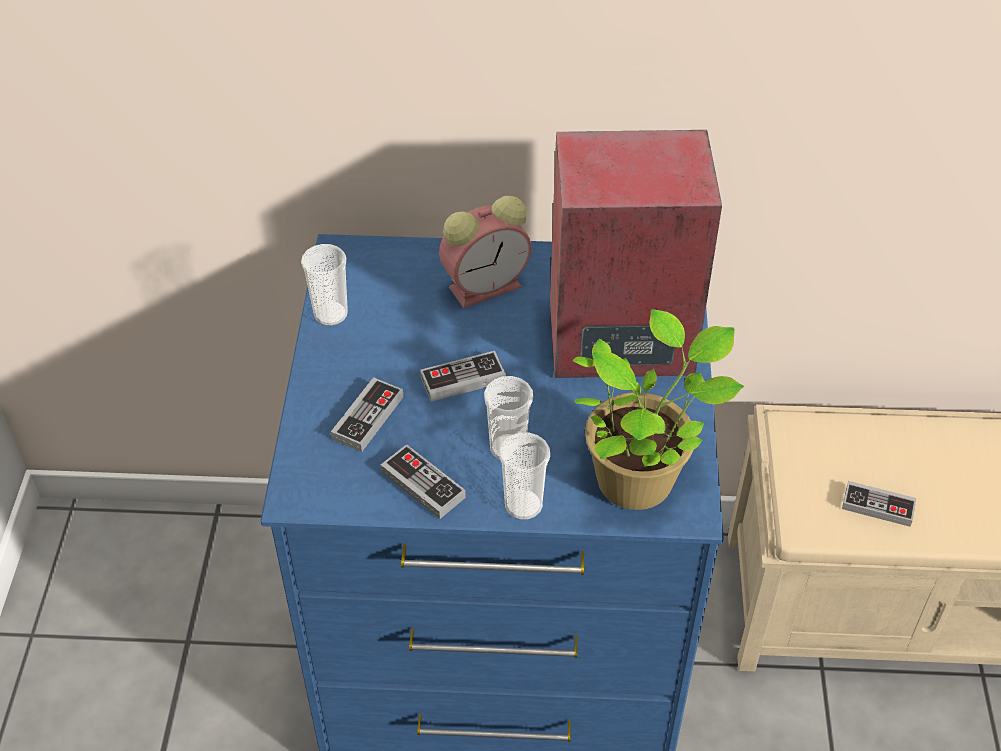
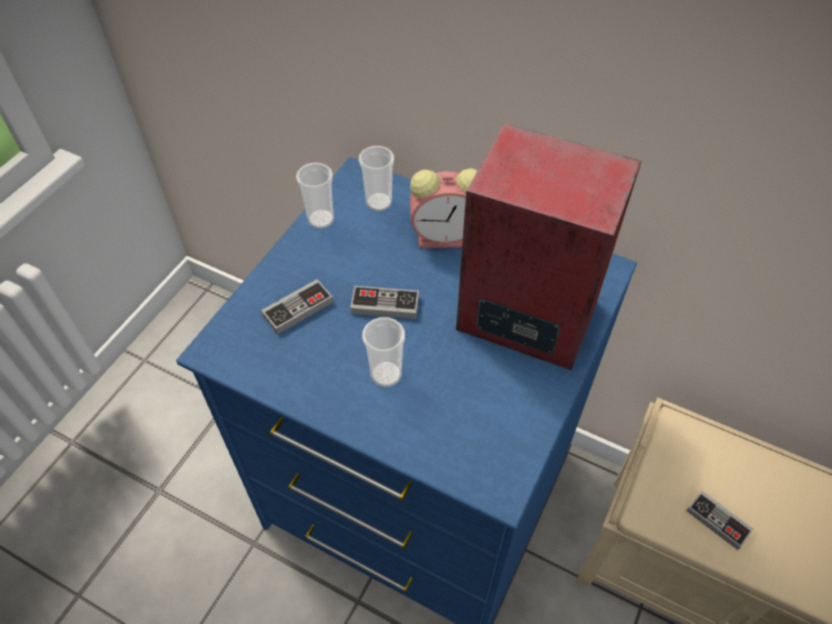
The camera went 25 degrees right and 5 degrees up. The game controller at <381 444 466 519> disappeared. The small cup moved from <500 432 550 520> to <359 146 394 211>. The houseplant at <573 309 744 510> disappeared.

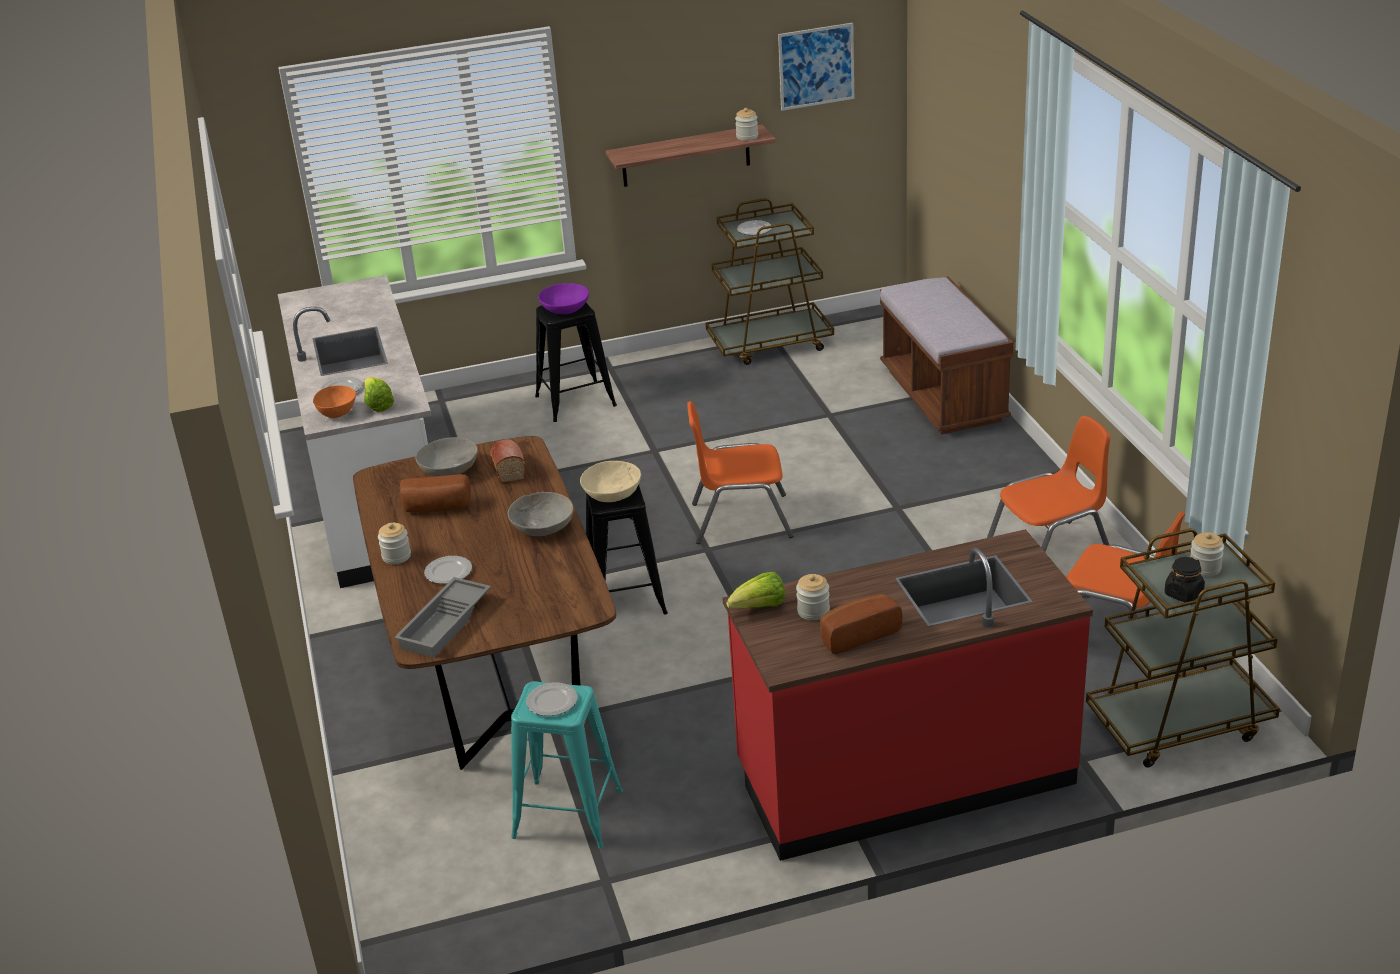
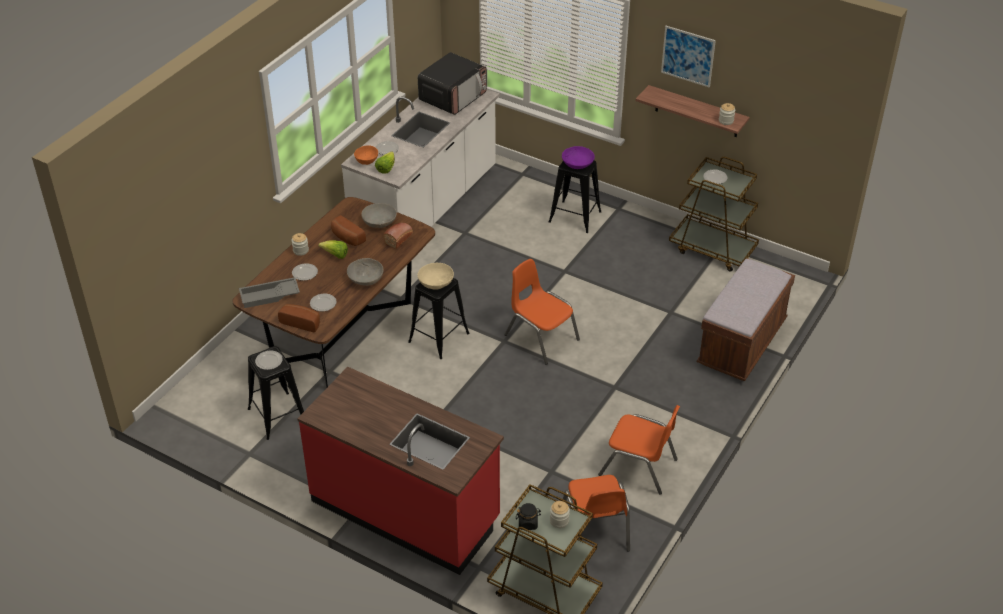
The camera went 45 degrees right and 10 degrees up. The blue-green stool seat at <511 681 623 848> became the black stool seat at <248 346 304 440>. The head of lettuce moved from <726 572 785 609> to <318 240 348 259>. The picture moved from <778 23 854 111> to <661 26 716 87>. The storage jar at <796 574 830 620> disappeared. The bread moved from <820 594 902 654> to <278 304 320 332>. The plate at <310 294 337 311> appeared. The microwave at <418 52 487 115> appeared.

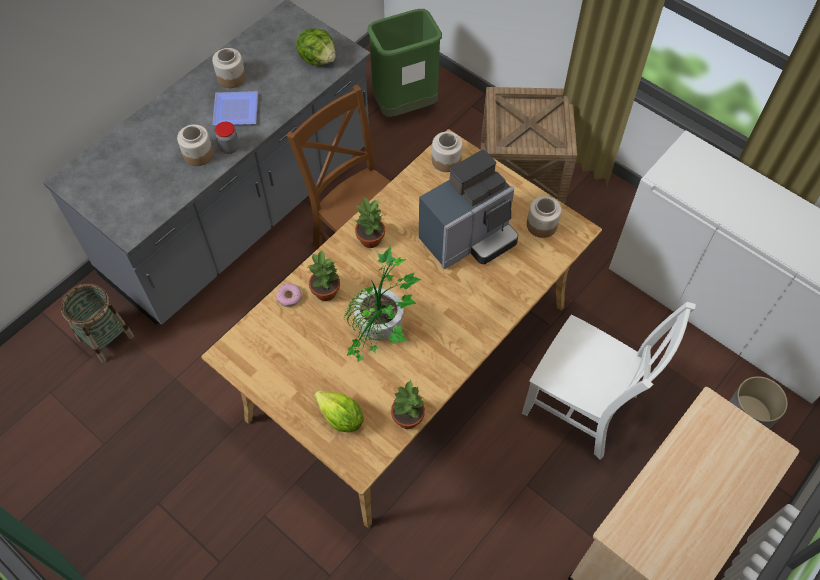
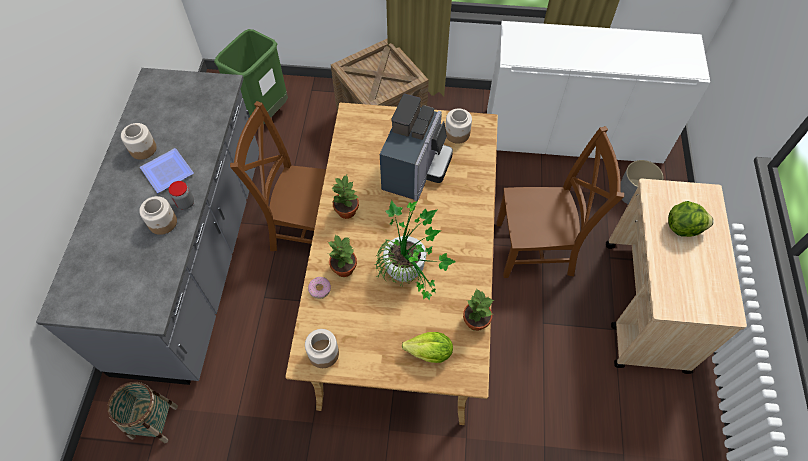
The camera went 35 degrees left and 0 degrees up. The head of lettuce moved from <296 28 336 66> to <668 201 714 237>. The storage jar moved from <432 132 462 172> to <305 329 339 368>. The white-coloured chair at <522 302 696 460> became the brownish chair at <496 126 624 278>.

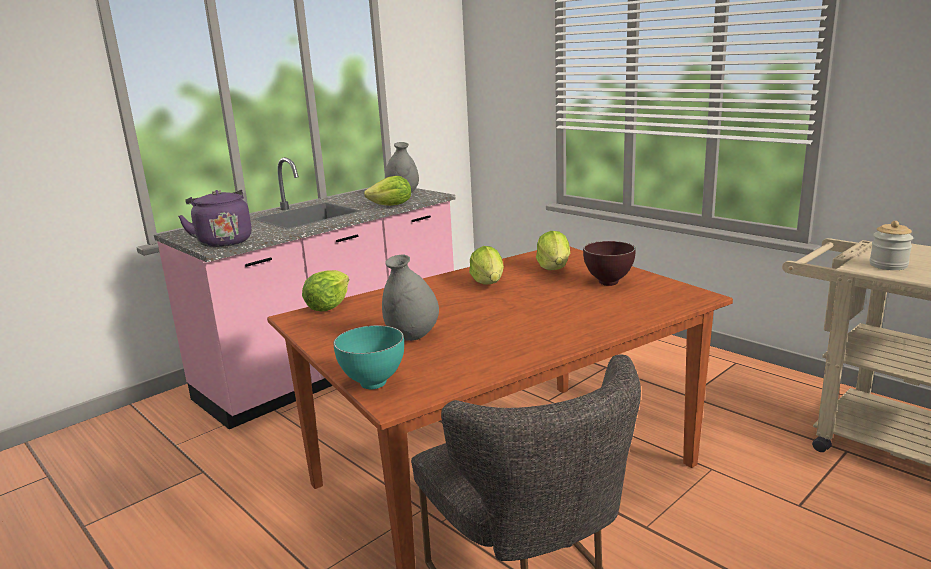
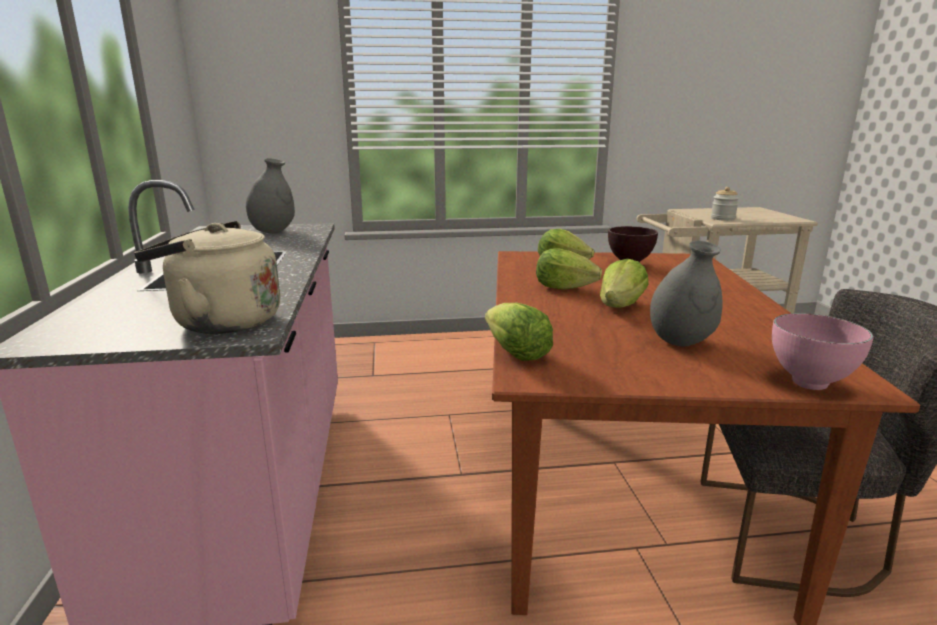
The camera went 55 degrees left and 0 degrees up. The purple-coloured kettle at <178 190 252 247> became the beige kettle at <134 221 280 334>. The blue-green deep dish at <333 325 404 389> became the pink-coloured deep dish at <772 313 874 390>. The head of lettuce moved from <364 176 411 206> to <600 259 649 307>.

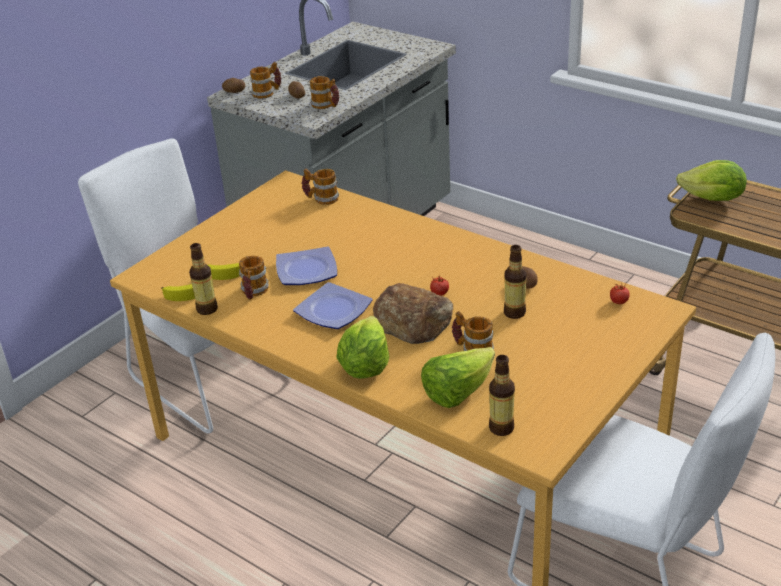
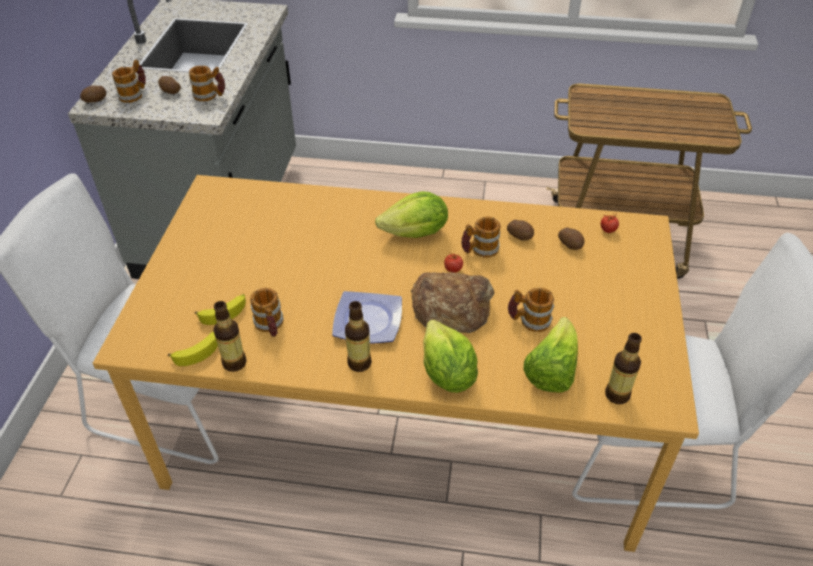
The camera went 30 degrees left and 10 degrees up. The plate at <276 247 337 285> disappeared. The mug moved from <301 169 339 205> to <461 217 501 258>. The beverage bottle moved from <504 245 527 319> to <345 301 372 372>. The head of lettuce moved from <676 160 747 201> to <375 191 448 238>. The potato at <558 228 585 250> appeared.

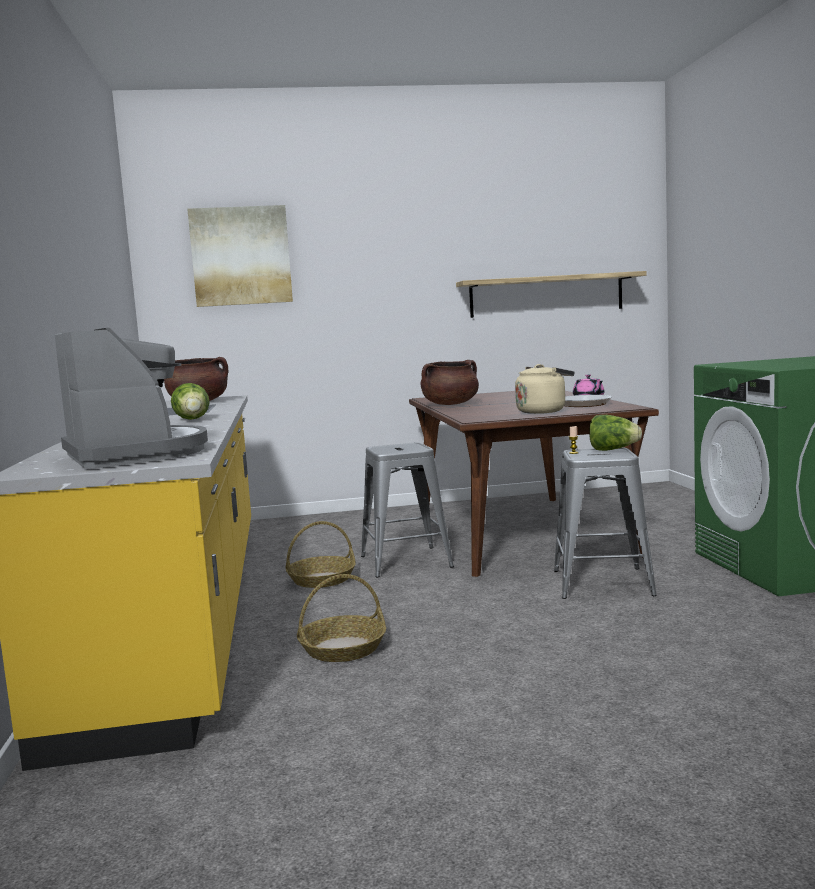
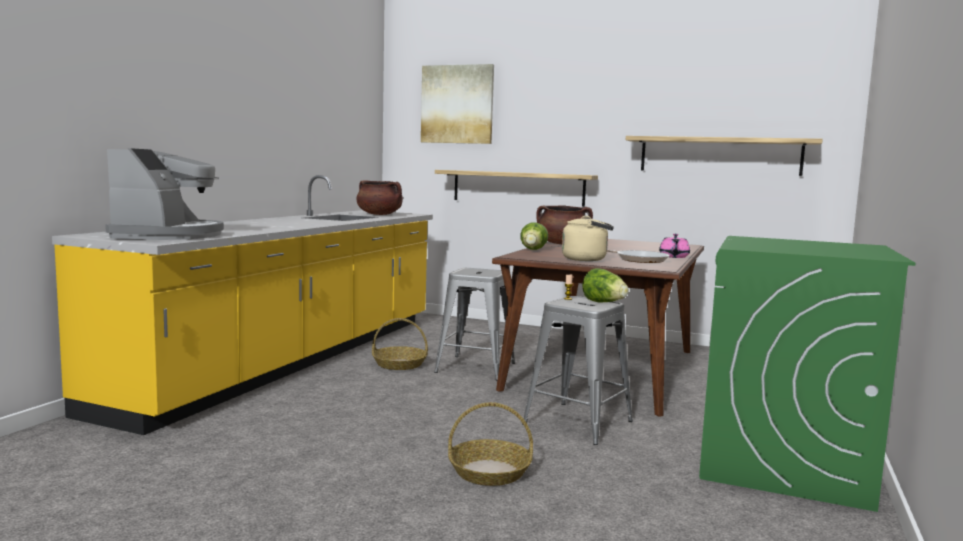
The camera went 30 degrees right and 0 degrees up. The head of lettuce moved from <171 383 210 420> to <520 222 548 250>. The basket moved from <297 574 386 662> to <448 402 533 486>. The shelf at <435 170 598 207> appeared.

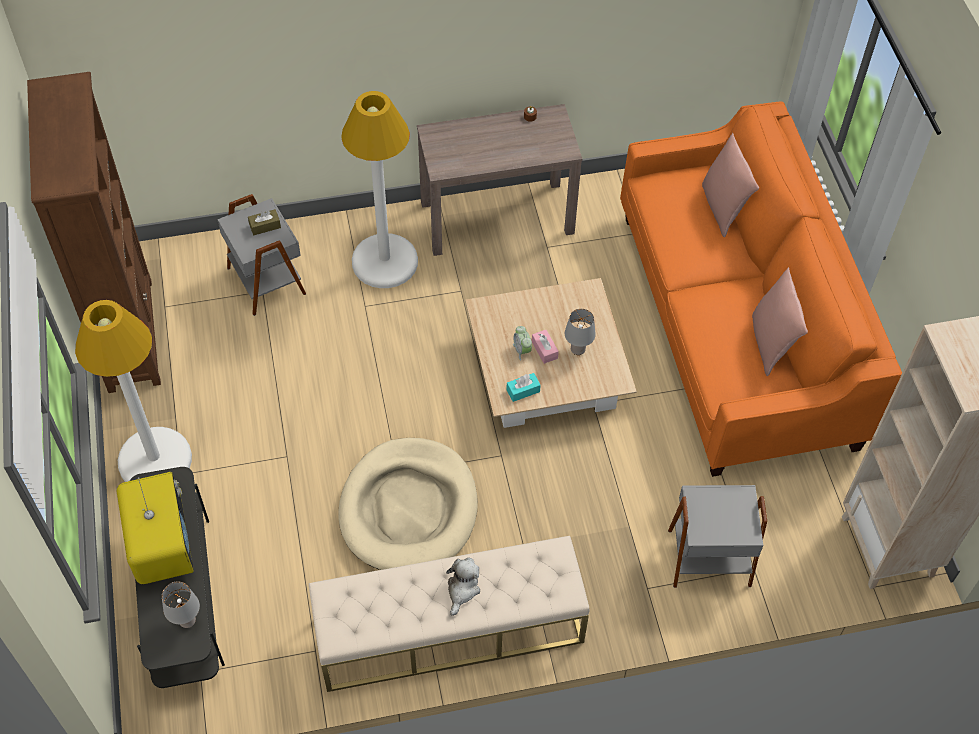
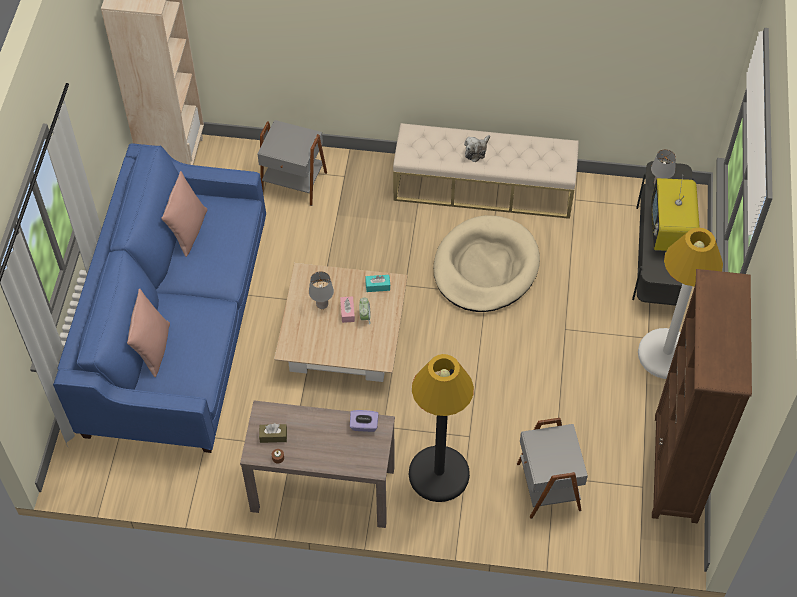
The camera went 160 degrees left and 0 degrees up. The brownish box of tissues moved from <248 209 281 235> to <259 423 287 443>. The white-coloured standing lamp at <341 91 418 288> became the black standing lamp at <409 354 474 502>. The orangey settee at <620 101 902 477> became the bluish settee at <53 143 266 453>. The purple-coloured box of tissues at <350 410 379 432> appeared.

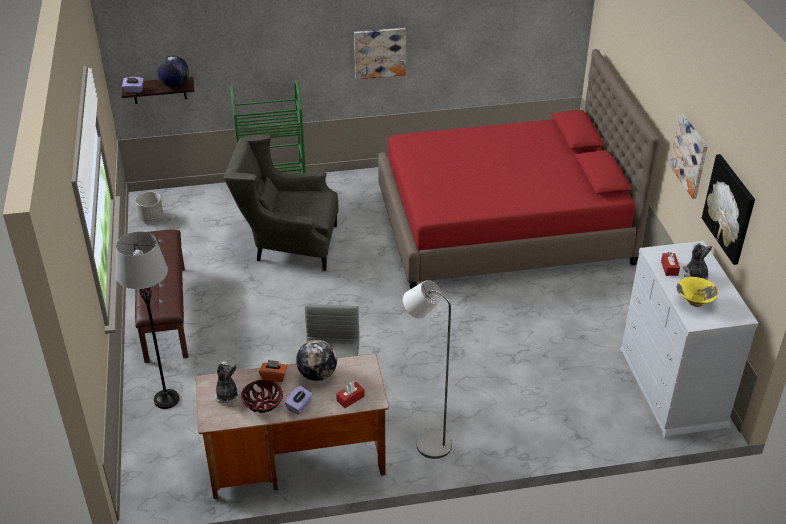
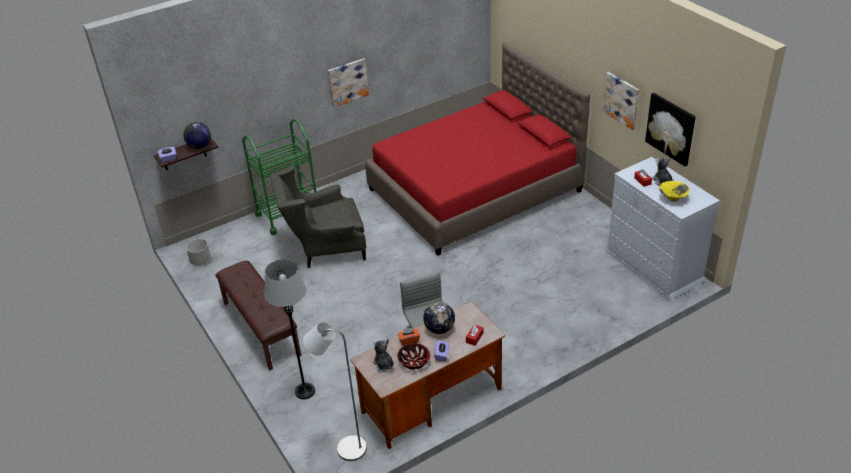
The camera went 20 degrees left and 0 degrees up. The grey standing lamp moved from <403 280 452 459> to <303 322 367 461>.

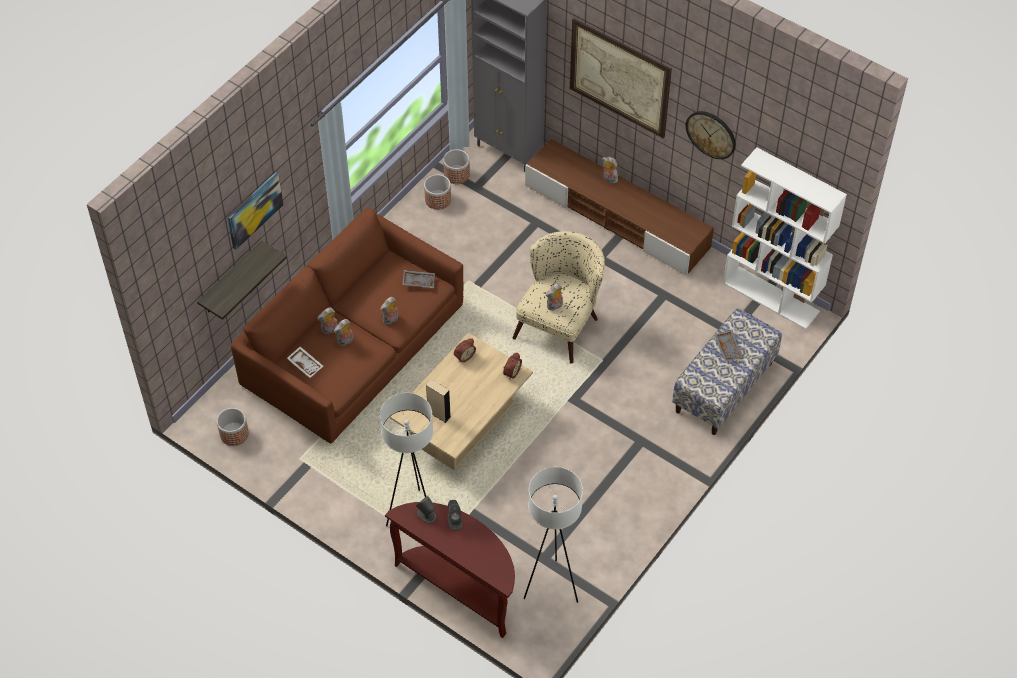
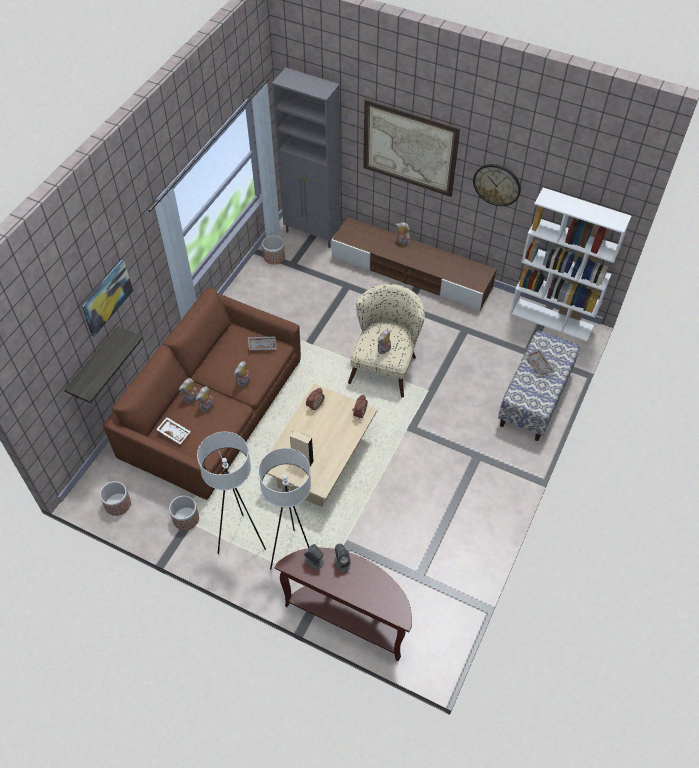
The camera went 10 degrees left and 0 degrees up. The planter moved from <424 174 451 210> to <169 496 199 530>. The white-coloured standing lamp moved from <523 467 583 603> to <197 432 266 554>.

